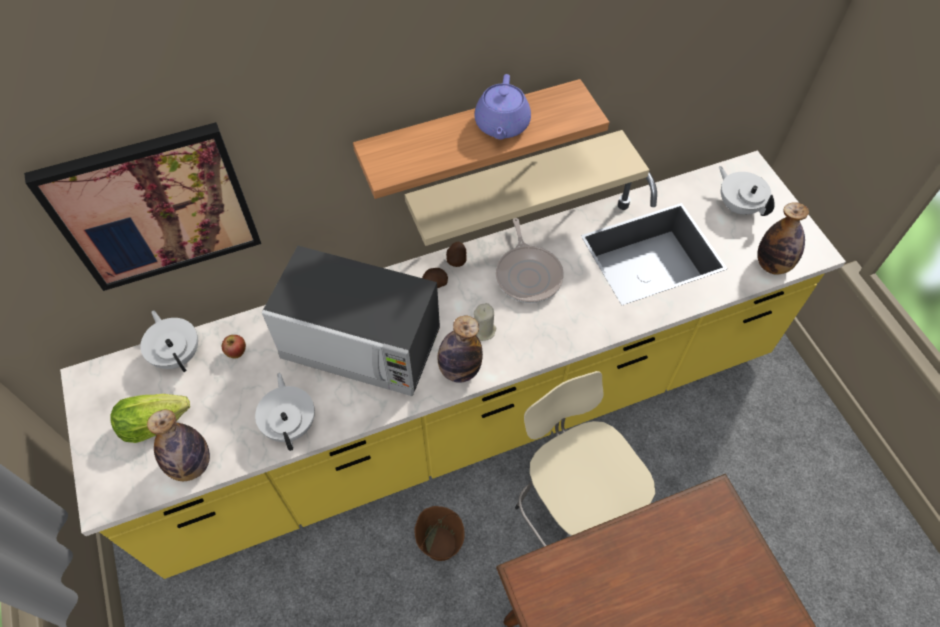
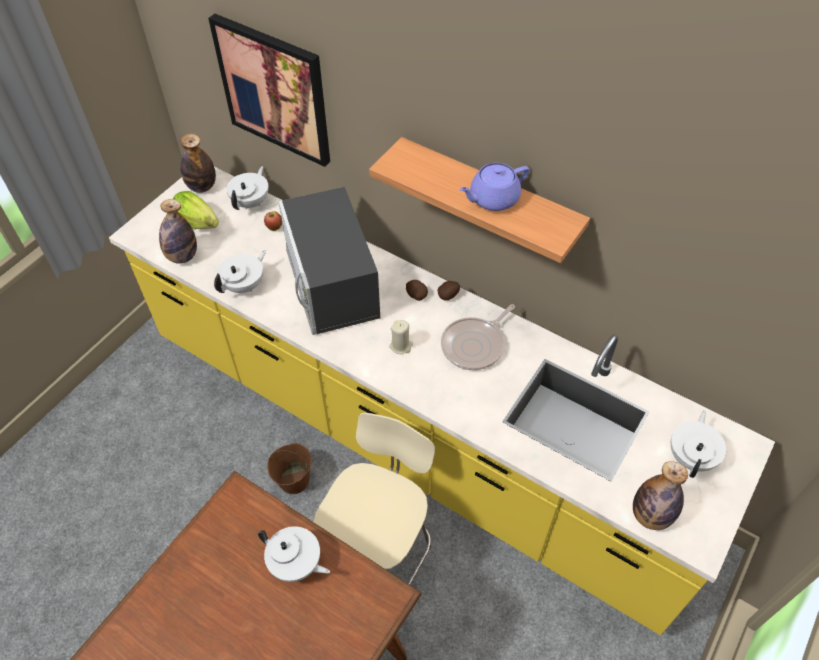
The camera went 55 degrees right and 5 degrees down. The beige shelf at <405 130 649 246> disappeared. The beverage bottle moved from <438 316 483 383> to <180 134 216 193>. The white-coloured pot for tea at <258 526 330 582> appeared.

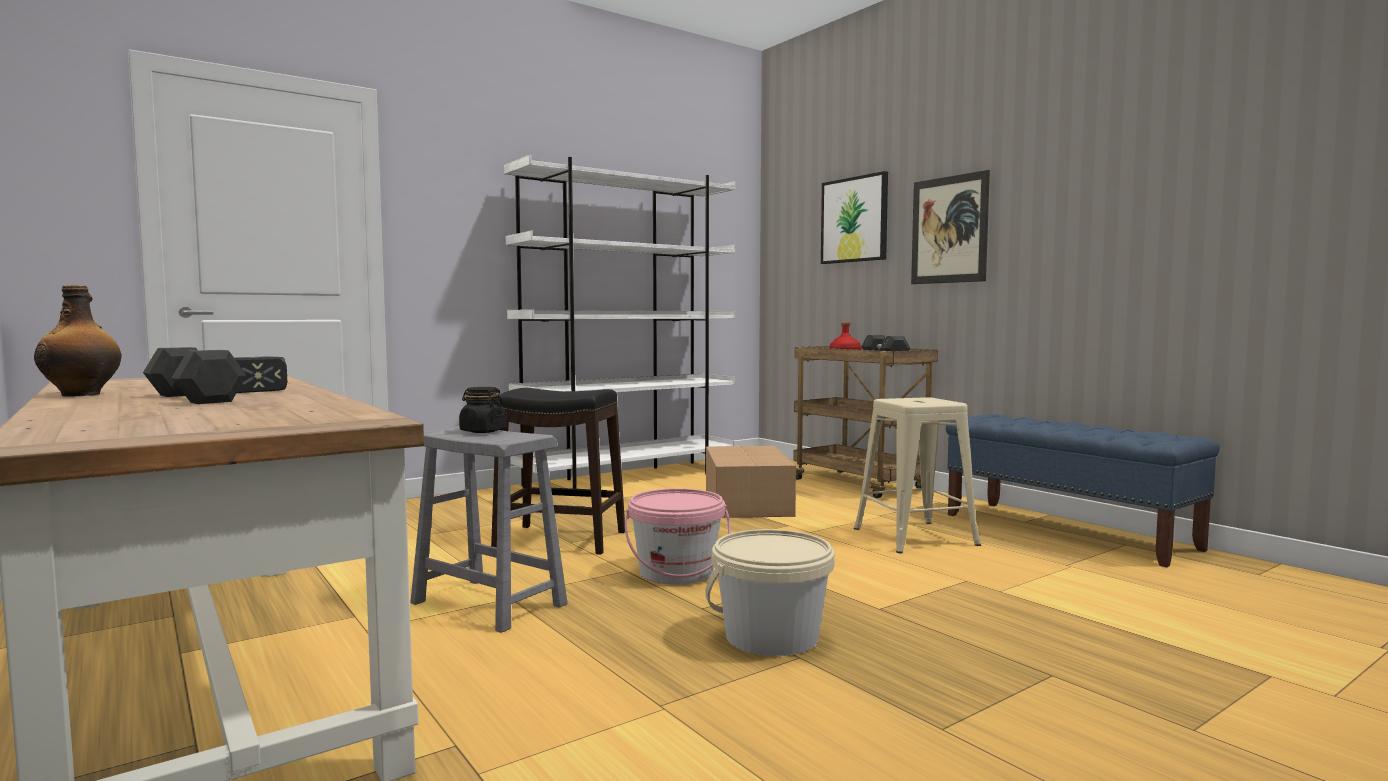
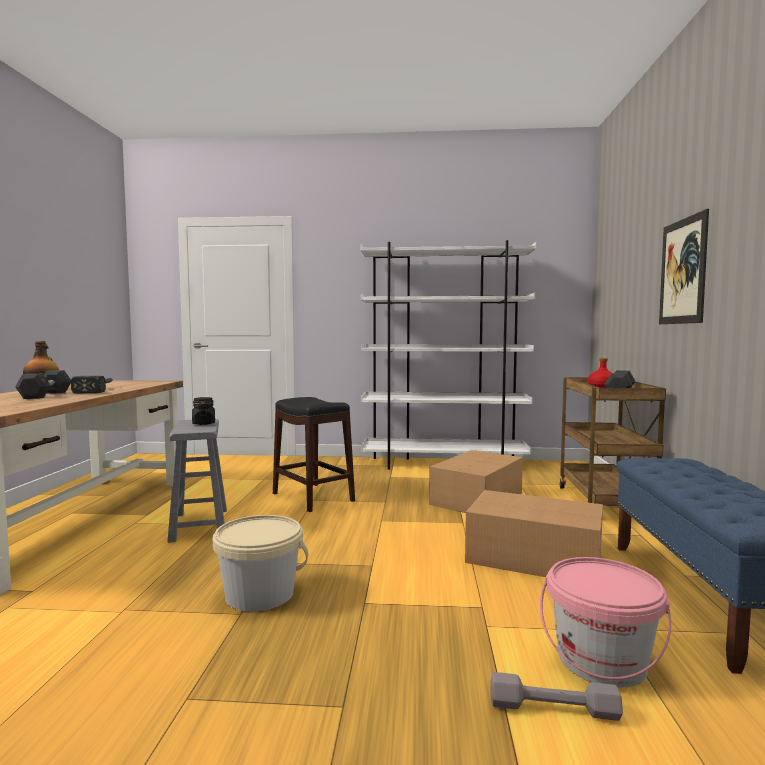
The camera went 40 degrees right and 0 degrees up. The pink-coloured pail moved from <625 488 731 585> to <540 557 671 688>. The picture at <821 171 888 264> disappeared. The beige stool seat at <854 397 981 553> was replaced by the packing box at <465 490 603 577>. The grey dumbbell at <490 672 623 721> appeared.

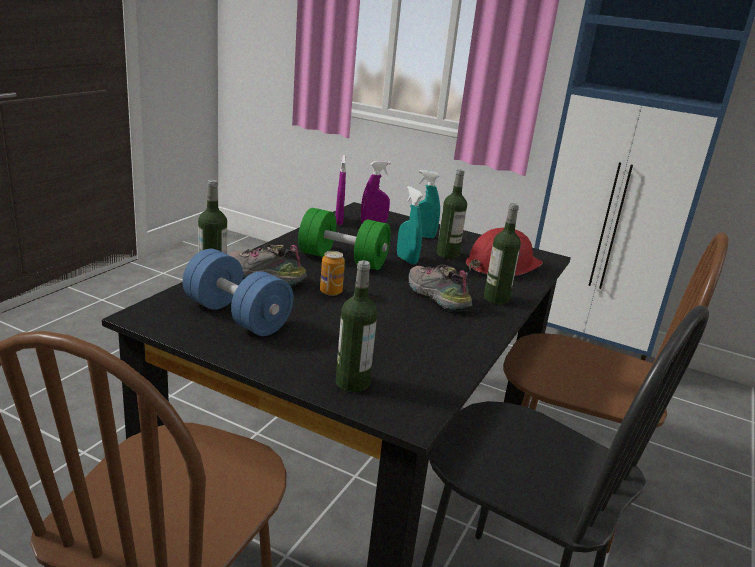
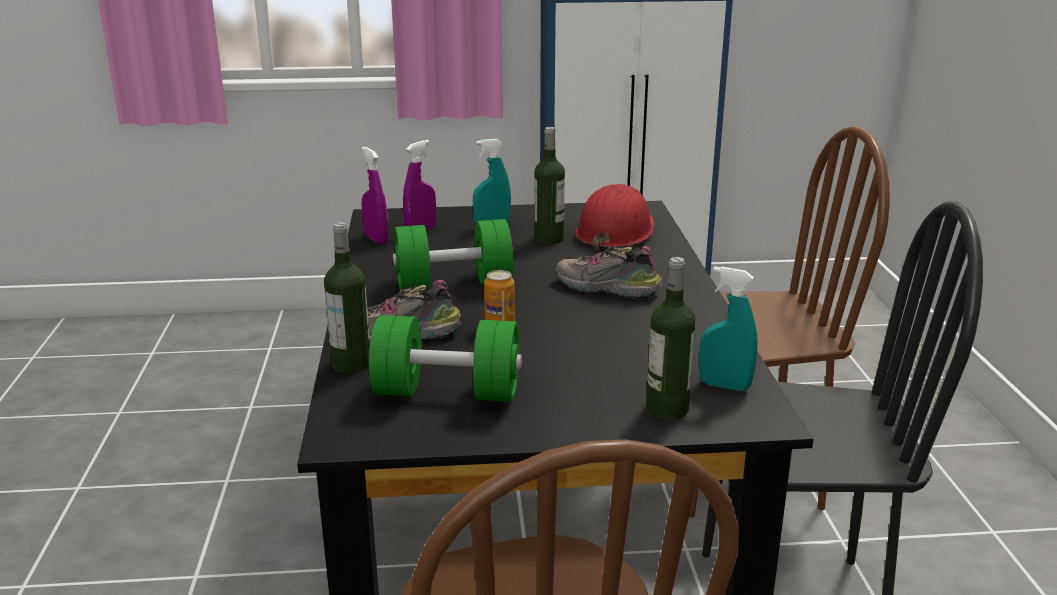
The camera went 30 degrees left and 0 degrees up. The bluish dumbbell at <183 249 293 336> became the greenish dumbbell at <369 315 522 402>. The blue-green spray bottle moved from <397 186 423 265> to <699 266 758 391>. The beverage bottle at <484 203 521 305> disappeared.

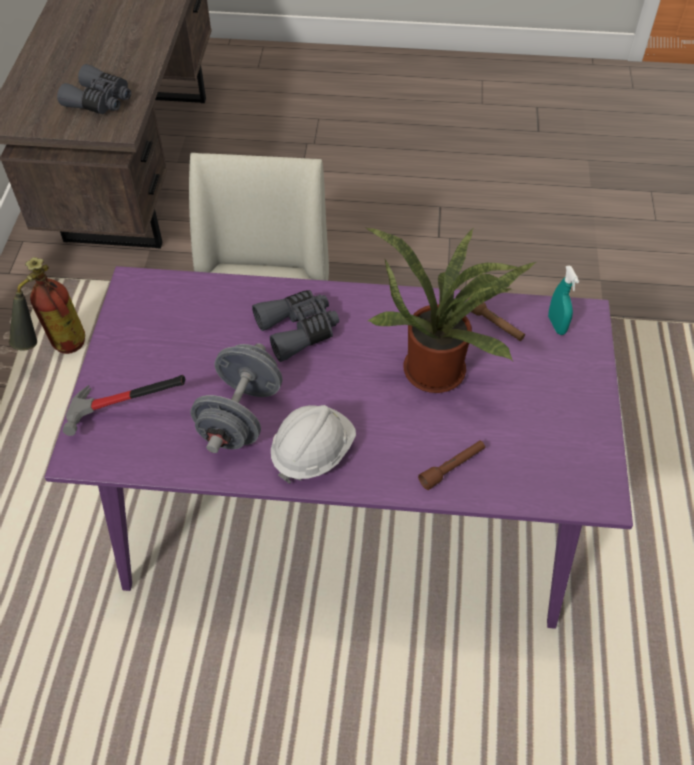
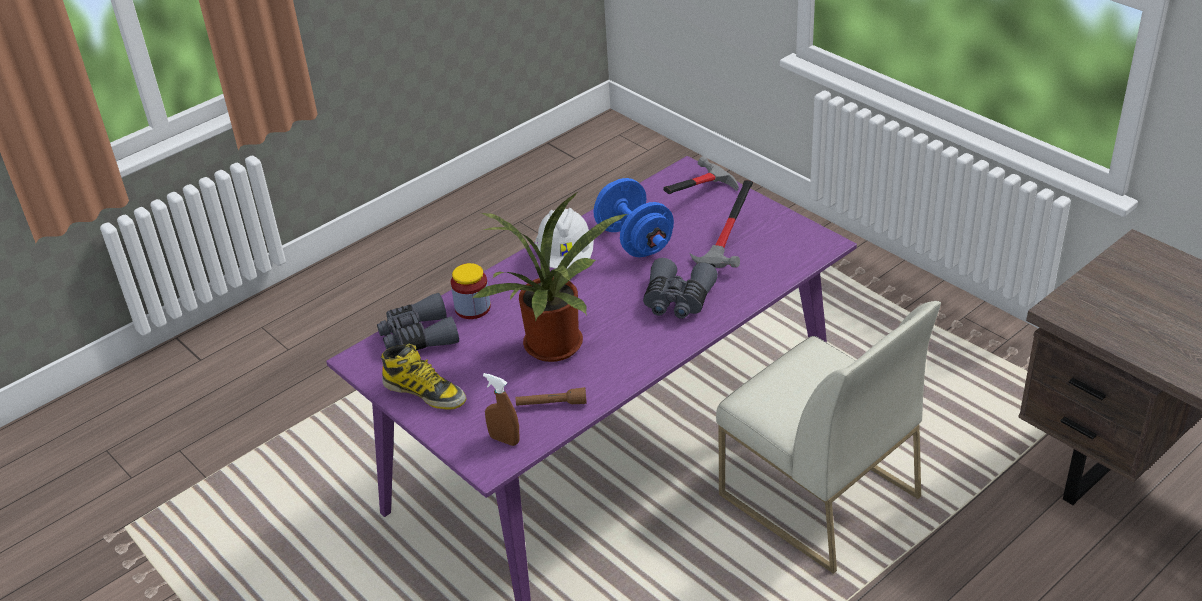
The camera went 135 degrees right and 15 degrees down. The extinguisher at <9 257 85 354> disappeared. The grey pair of binoculars moved from <57 64 131 114> to <377 293 459 350>. The grey dumbbell at <190 343 282 453> became the bluish dumbbell at <593 178 674 257>. The brownish torch at <418 440 485 490> was replaced by the storage jar at <451 263 491 319>. The blue-green spray bottle at <548 265 579 335> became the brownish spray bottle at <483 373 519 446>. The tall boot at <381 344 466 410> appeared. The hammer at <689 180 753 268> appeared.

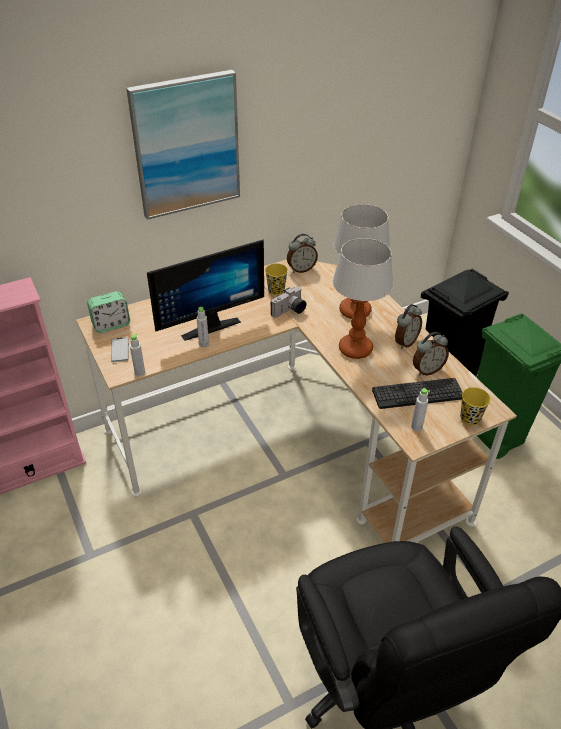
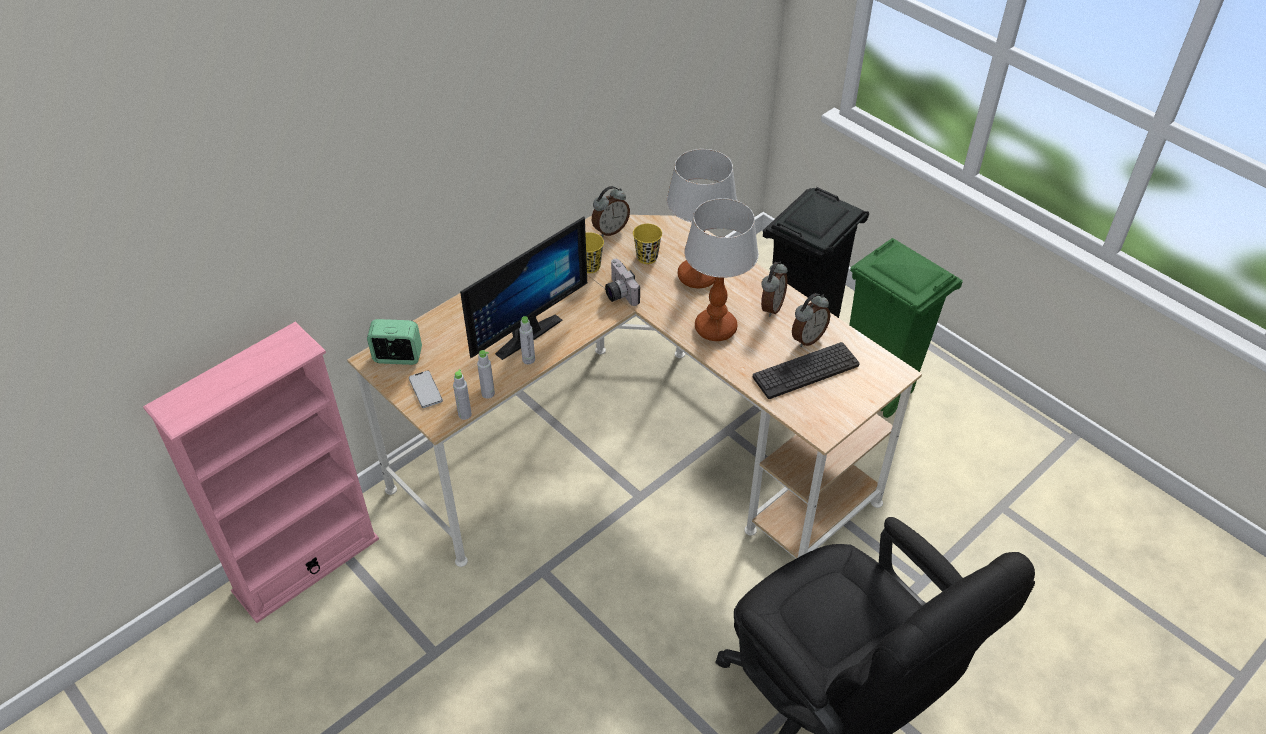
The camera went 15 degrees left and 5 degrees up. The alarm clock at <87 291 130 333> turned 135 degrees counterclockwise. The picture at <126 70 240 220> disappeared. The still camera at <270 286 306 318> turned 120 degrees clockwise. The grey beverage bottle moved from <411 388 430 431> to <477 350 495 399>. The yellow-coloured small cup moved from <460 387 491 426> to <633 224 662 264>.

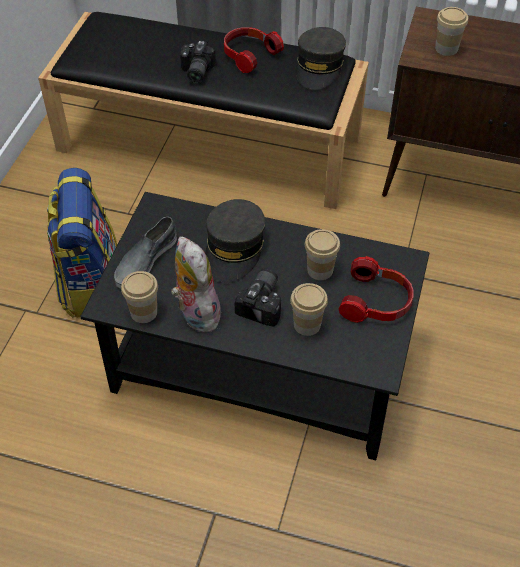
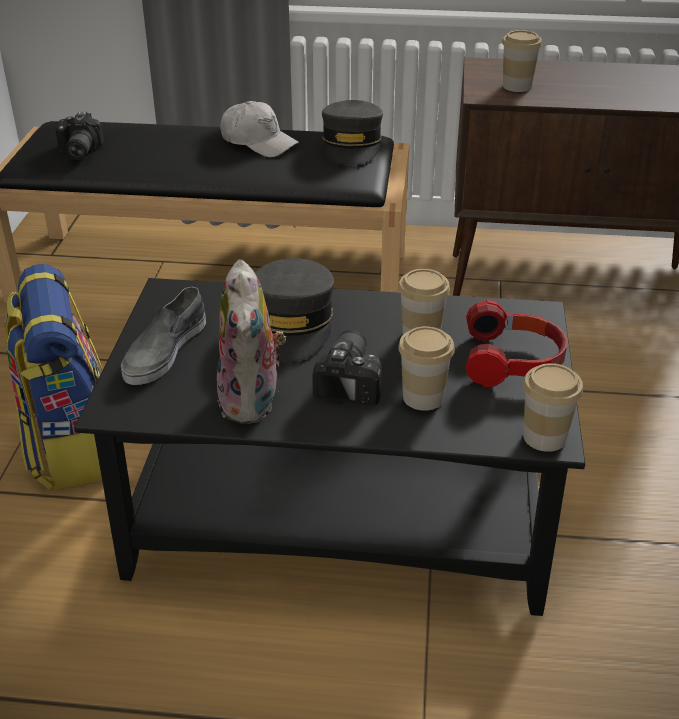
The camera went 10 degrees left and 15 degrees down. The small cup moved from <121 271 158 323> to <523 363 583 452>. The cuddly toy at <171 236 221 332> turned 150 degrees counterclockwise. The still camera moved from <180 40 216 83> to <55 112 104 160>. The pair of headphones at <224 27 284 73> was replaced by the white-coloured baseball cap at <220 101 299 157>.

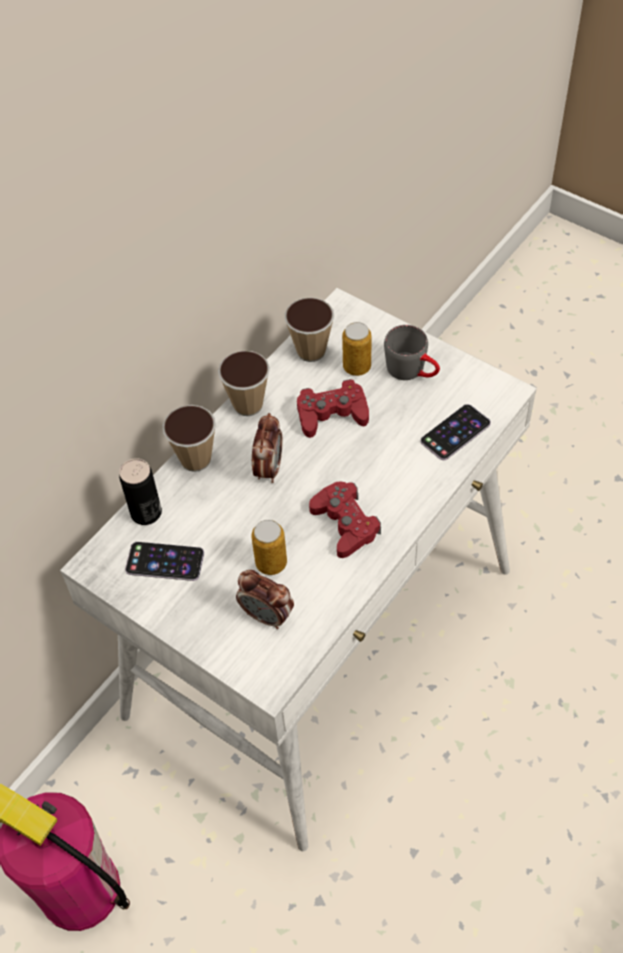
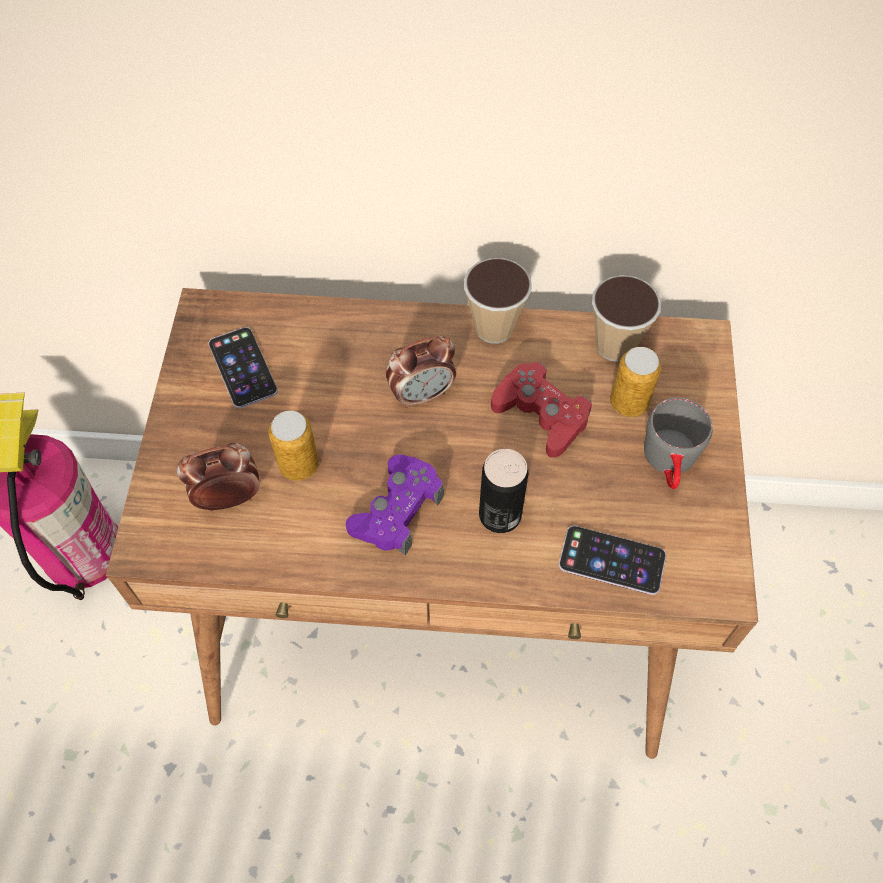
The camera went 55 degrees right and 5 degrees up. The white-coloured desk at <60 288 537 851> became the brownish desk at <106 288 758 759>. The metal can moved from <119 458 162 525> to <479 449 528 533>. The small cup at <163 405 216 472> disappeared. The alarm clock at <236 570 294 629> turned 75 degrees clockwise. The red-coloured game controller at <309 481 381 558> became the purple-coloured game controller at <346 455 444 555>.

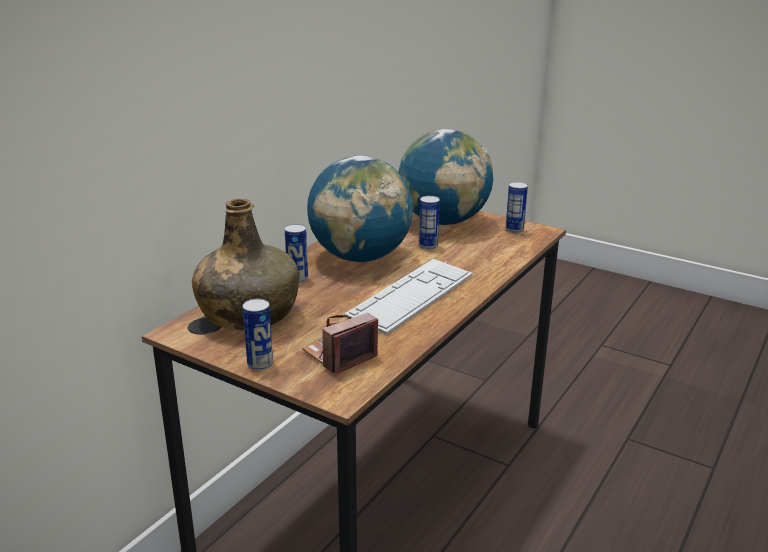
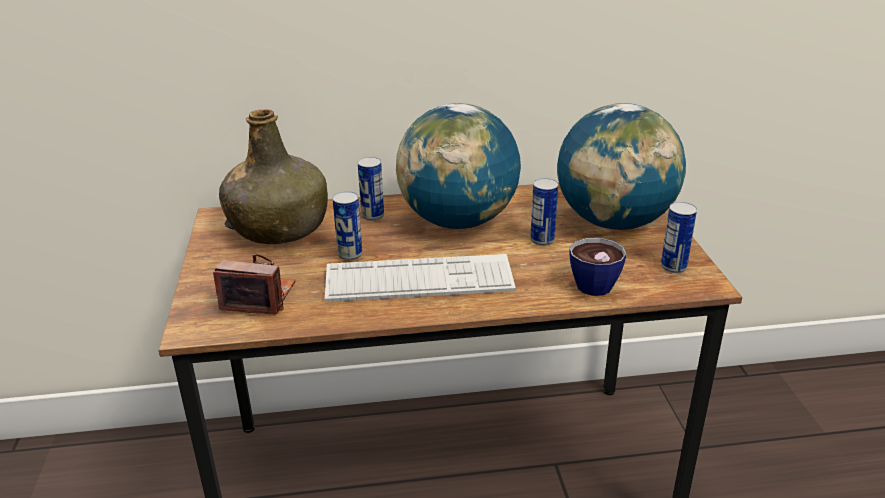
The camera went 50 degrees right and 5 degrees up. The metal can moved from <242 299 273 370> to <332 191 362 260>. The small cup at <569 238 627 296> appeared.

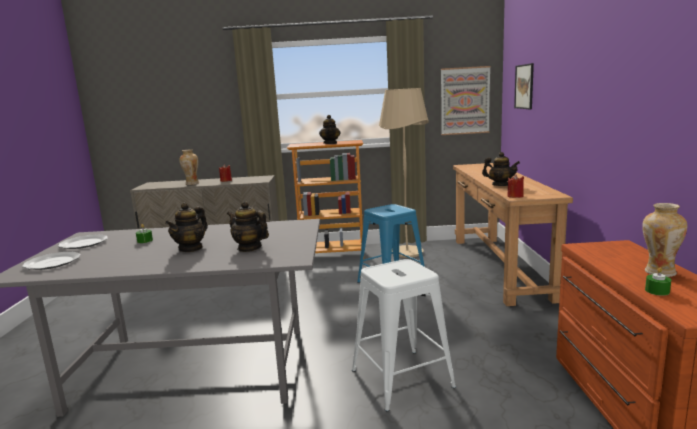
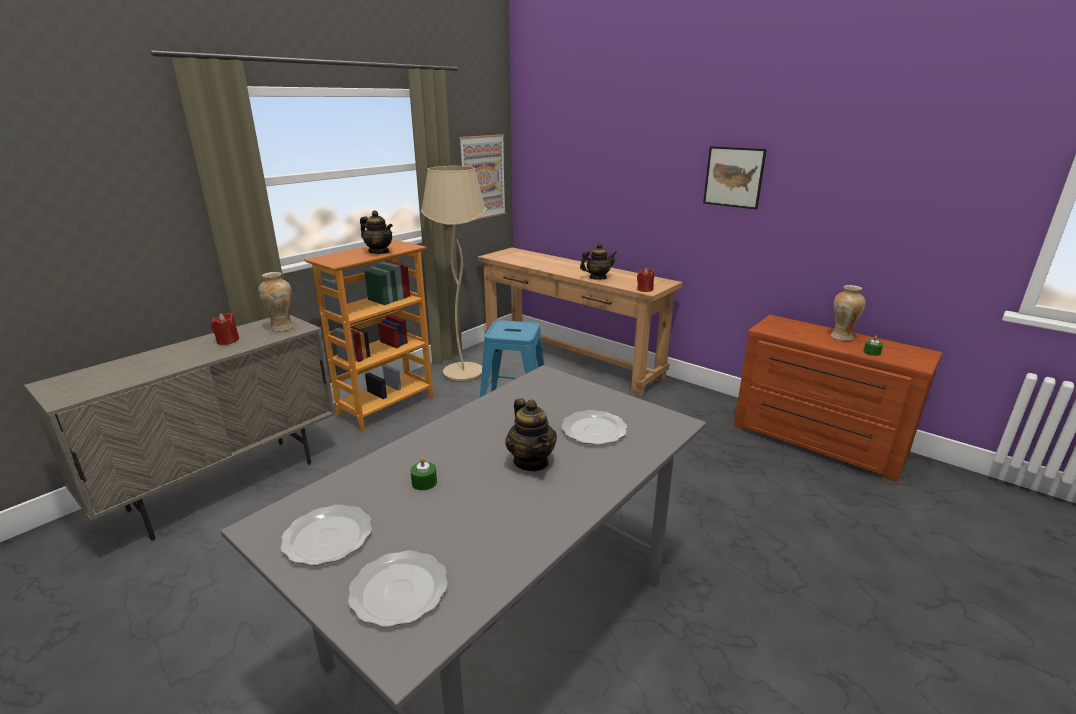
The camera went 50 degrees left and 10 degrees up. The vase moved from <179 149 199 185> to <258 272 294 332>. The pot for tea at <227 201 269 252> was replaced by the plate at <561 410 627 445>. The white-coloured stool seat at <352 259 456 411> disappeared. The picture moved from <514 63 534 109> to <703 146 767 209>.

